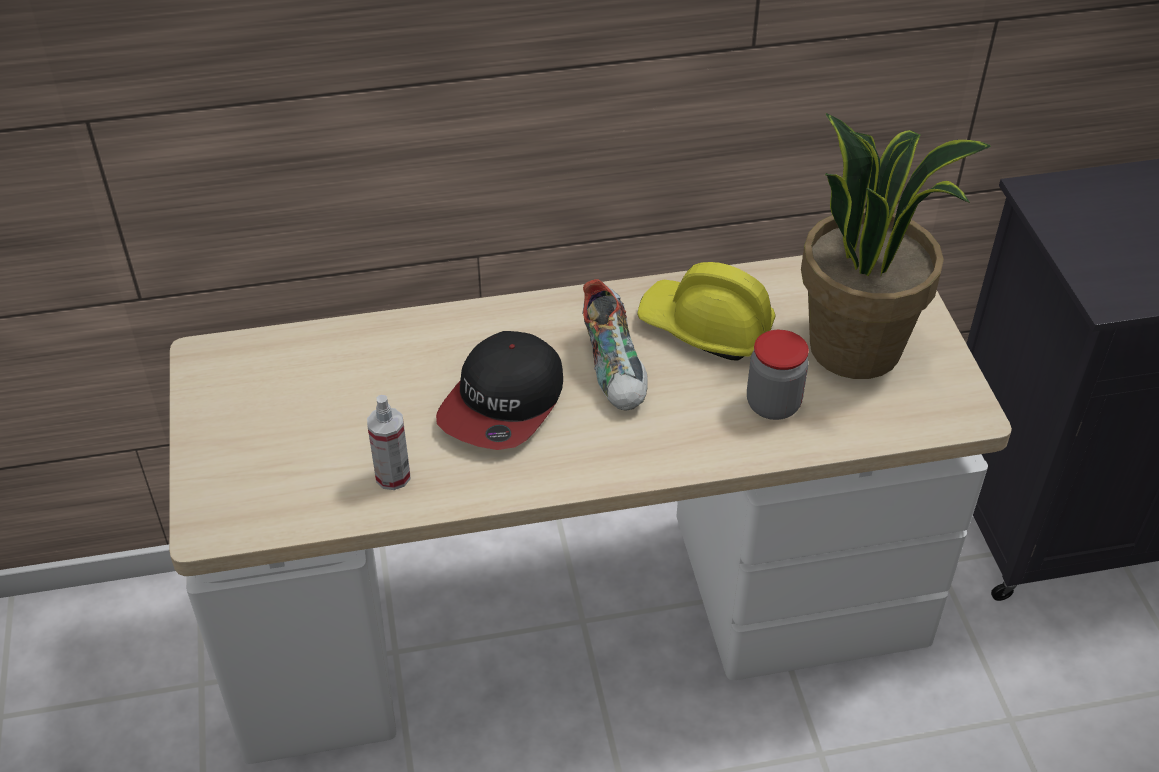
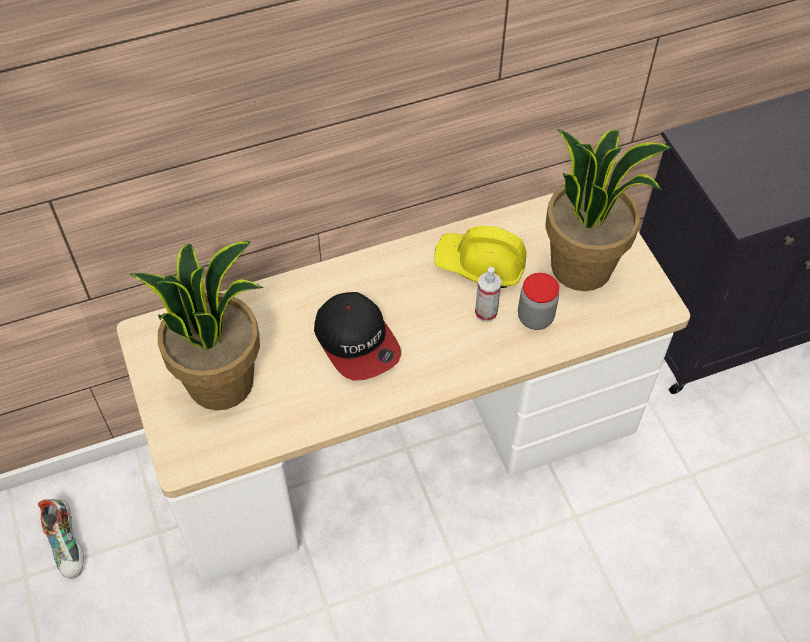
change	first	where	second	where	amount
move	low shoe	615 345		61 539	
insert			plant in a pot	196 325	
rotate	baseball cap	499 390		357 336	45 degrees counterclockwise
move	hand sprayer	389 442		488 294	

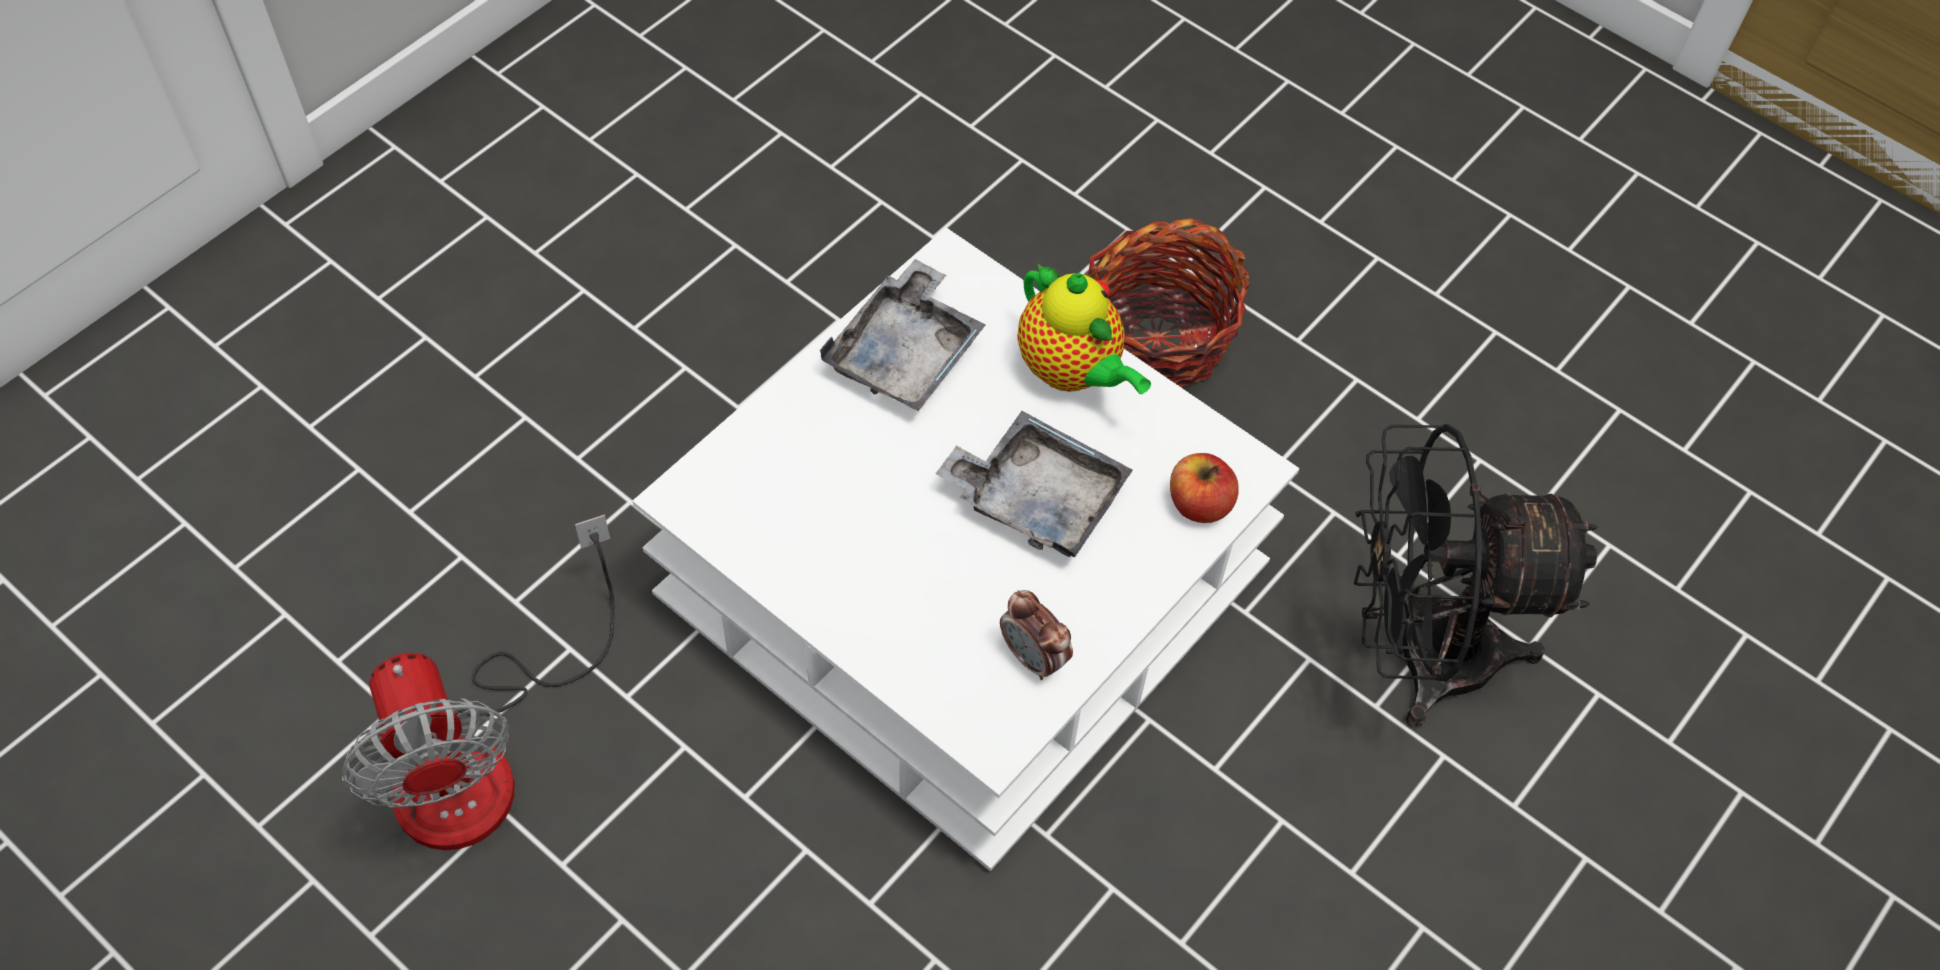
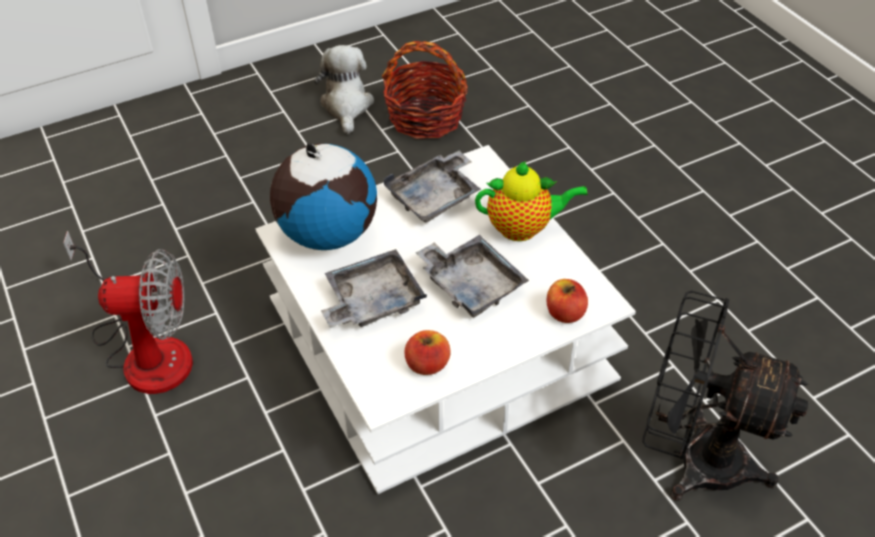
change	first	where	second	where	amount
rotate	electric fan	478 682		128 312	90 degrees counterclockwise
insert			globe	323 196	
insert			plush toy	344 89	
insert			greyish serving tray	374 288	
move	basket	1169 303		425 90	
replace	alarm clock	1036 635	whole apple	427 352	
rotate	tea pot	1084 328		531 201	75 degrees counterclockwise

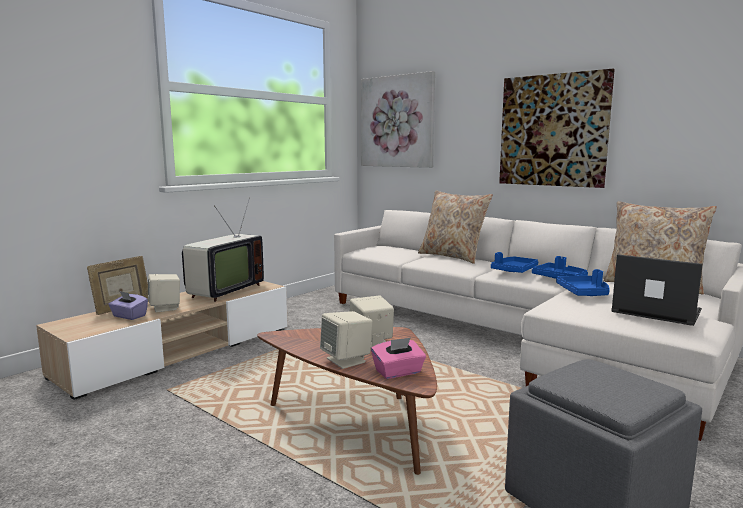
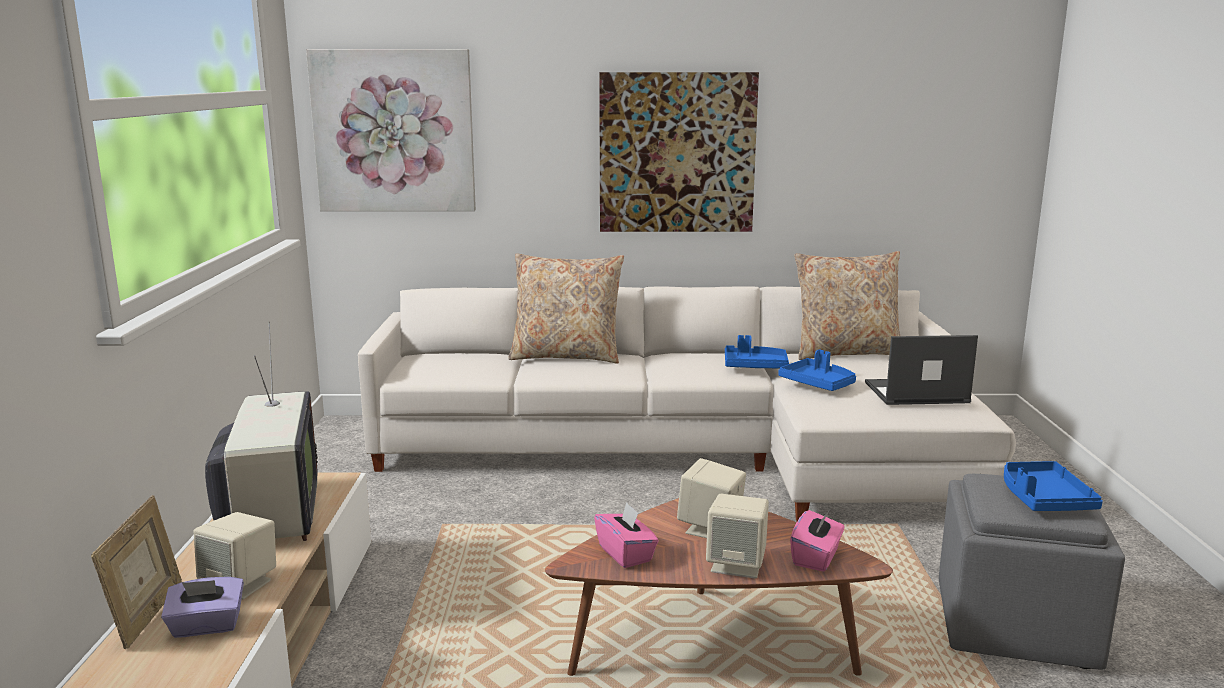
change	first	where	second	where	amount
insert			pink-coloured box of tissues	626 535	
move	bluish serving tray	514 262		1053 486	

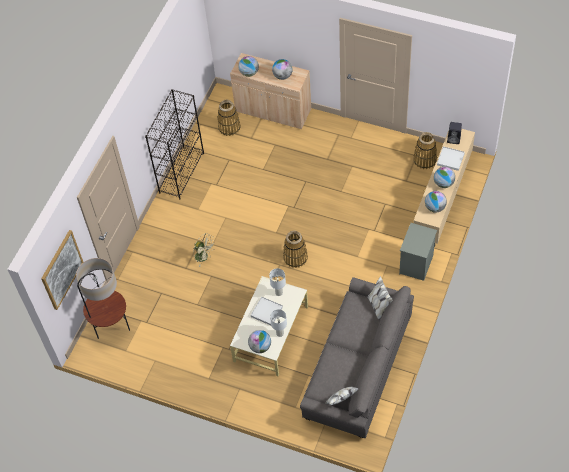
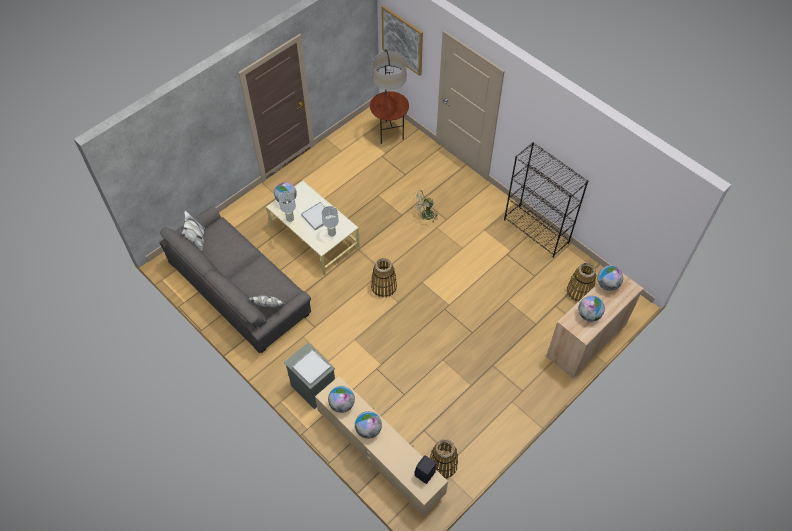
change	first	where	second	where	amount
move	white serving tray	451 158		311 367	

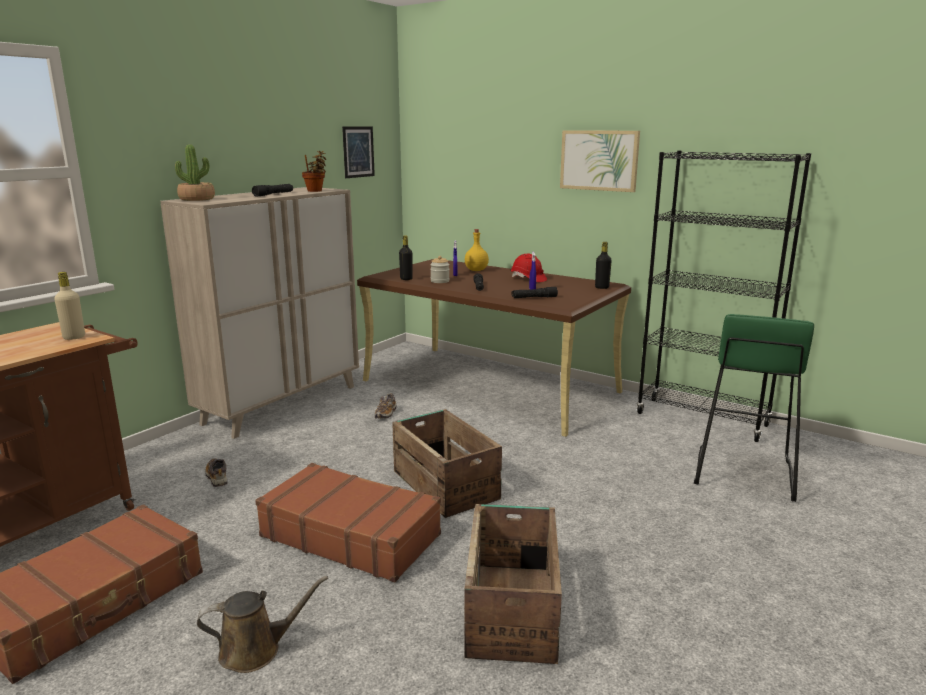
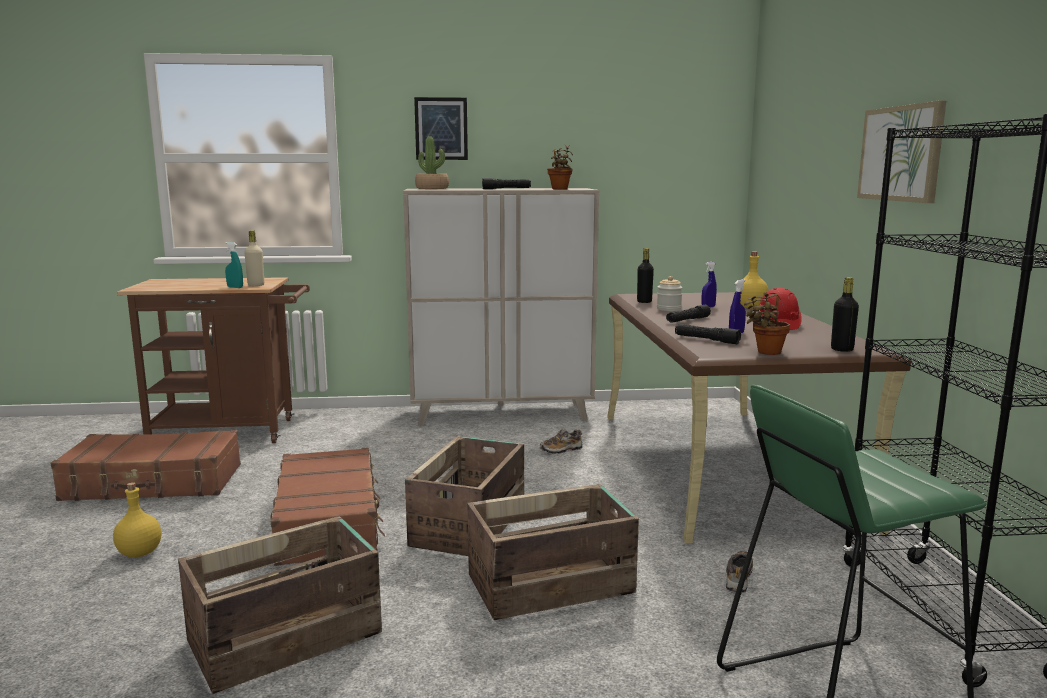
change	first	where	second	where	amount
replace	brown sprinkling can	262 624	yellowish bottle	137 520	
insert			turquoise-coloured hand sprayer	234 265	
move	picture	358 152		441 128	
insert			crate	553 552	
move	low shoe	216 472		739 572	
insert			plant in a pot	767 323	

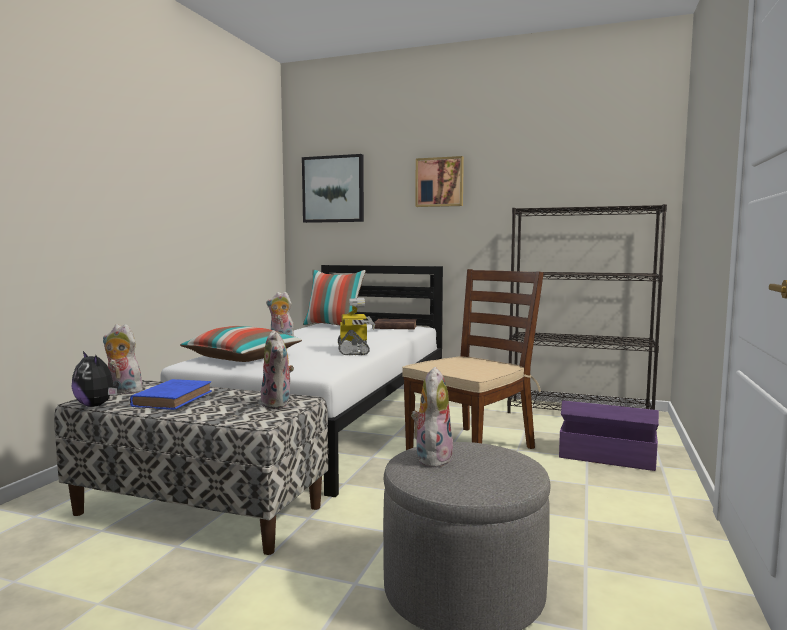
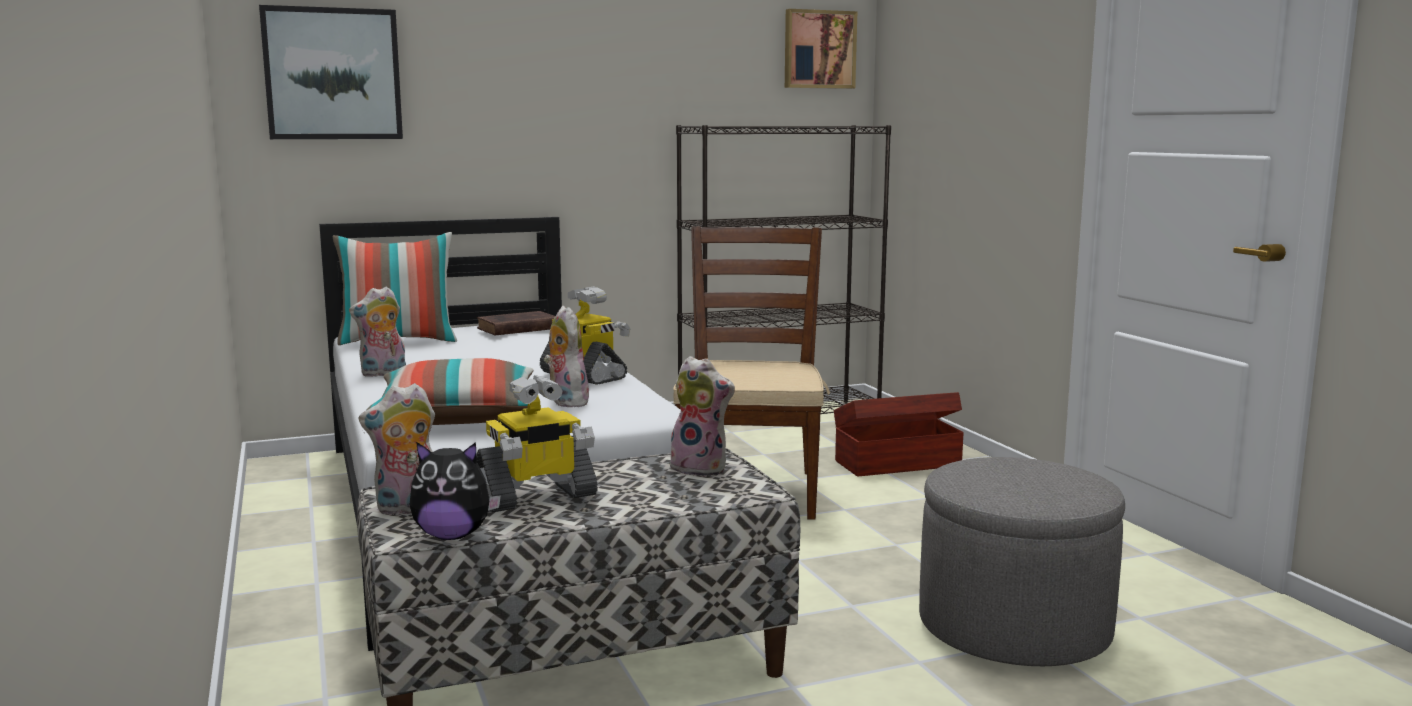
change	first	where	second	where	amount
replace	bluish volume	171 394	robot figure	537 444	
move	plush toy	432 417		566 356	
move	picture	439 181		821 49	
recolor	purplish storage box	609 436	brown storage box	899 434	

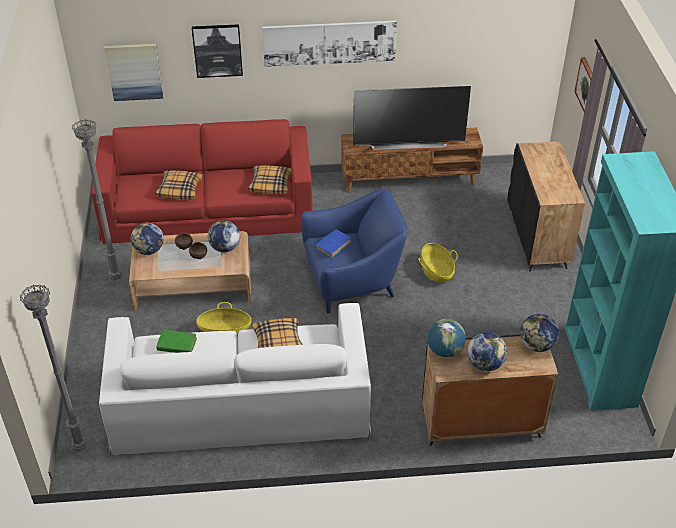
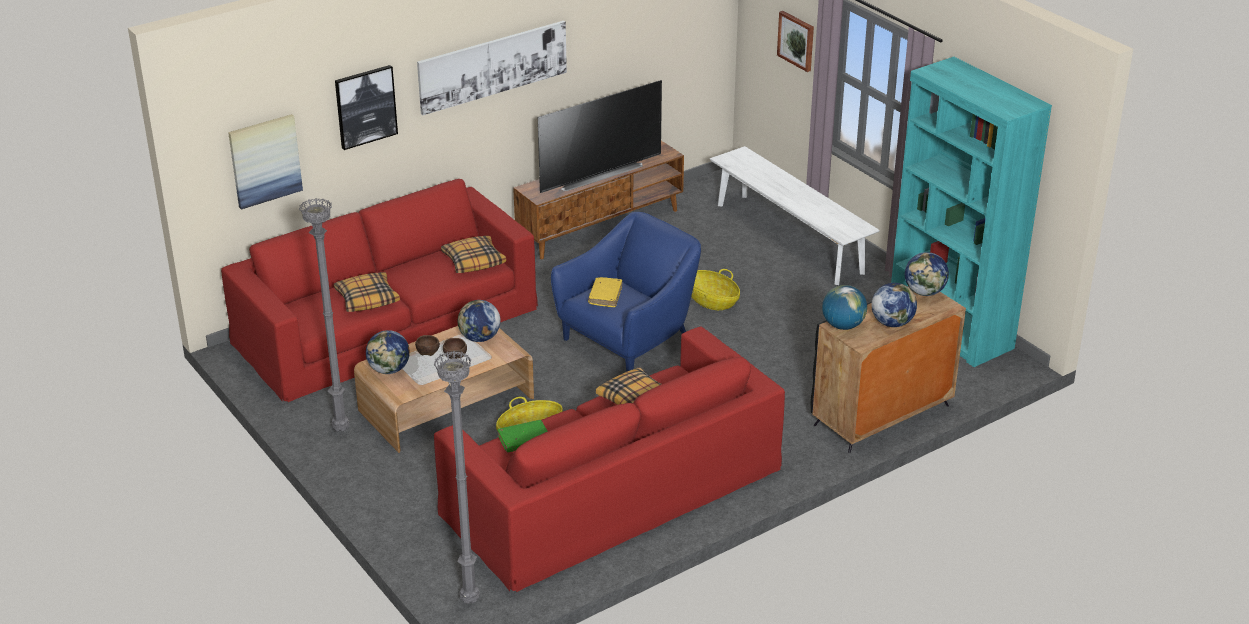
change	first	where	second	where	amount
recolor	white settee	235 379	reddish settee	609 459	
recolor	bluish volume	333 243	yellowish volume	605 292	
replace	blackish storage cabinet	546 206	white indoor bench	795 215	

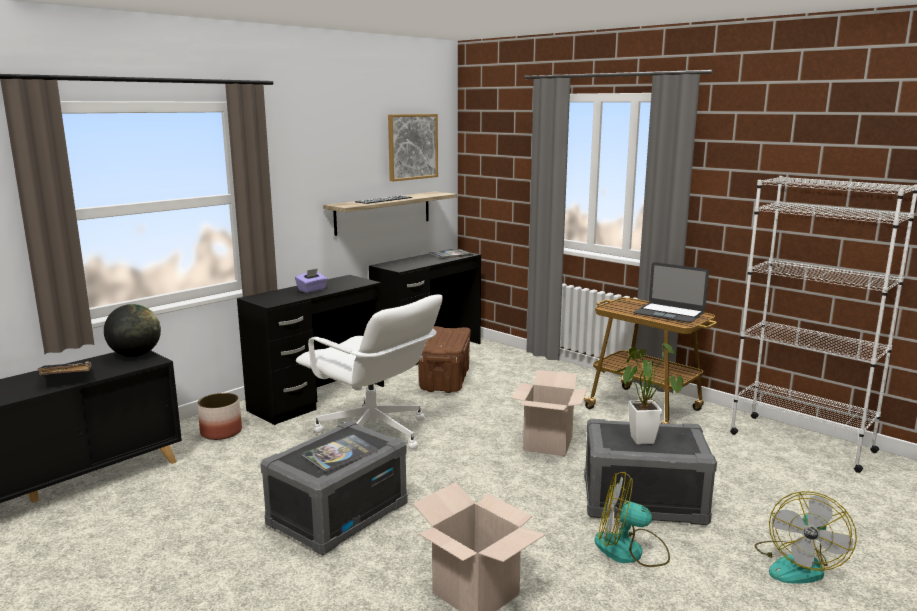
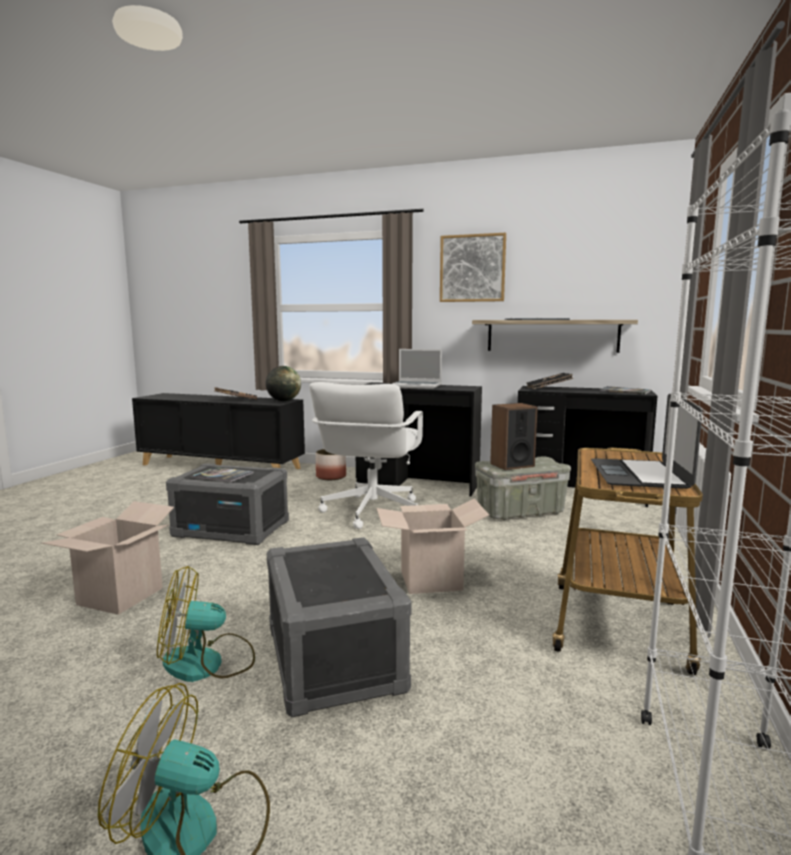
change	first	where	second	where	amount
rotate	electric fan	632 519		206 624	90 degrees counterclockwise
replace	purplish box of tissues	311 281	portable computer	417 369	
move	picture	413 148		473 267	
recolor	brown storage box	444 359	greyish storage box	523 488	
insert			speaker	514 436	
insert			blackish volume	550 381	
delete	plant in a pot	650 393			

